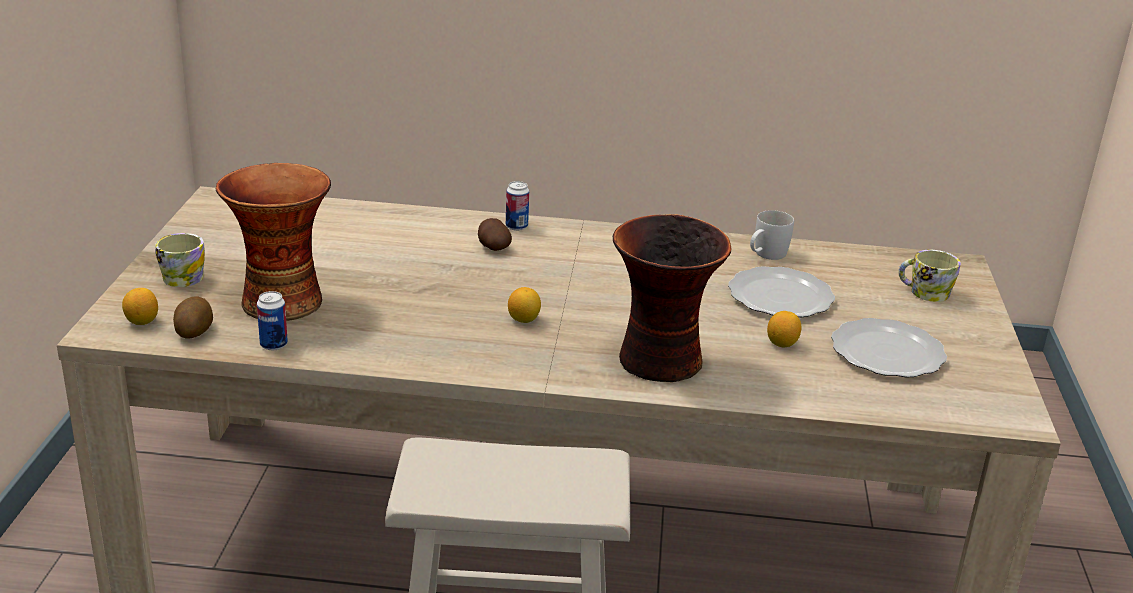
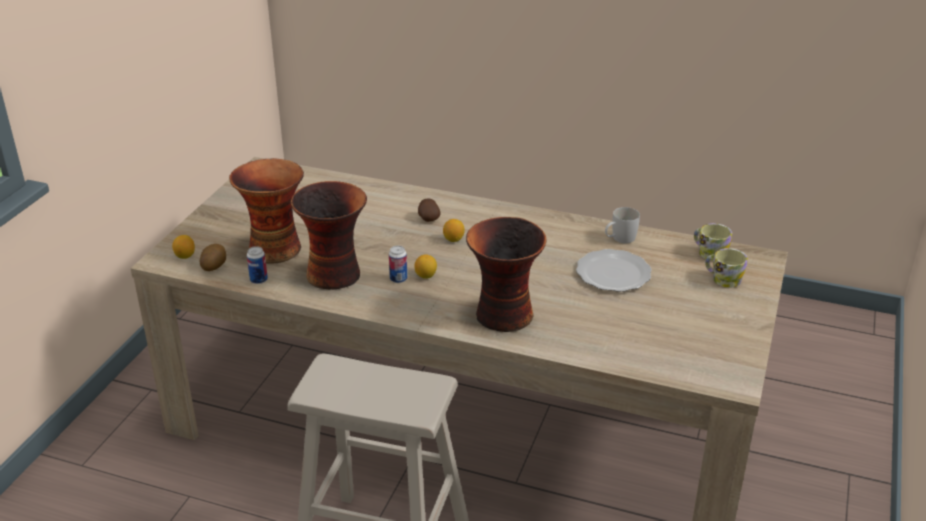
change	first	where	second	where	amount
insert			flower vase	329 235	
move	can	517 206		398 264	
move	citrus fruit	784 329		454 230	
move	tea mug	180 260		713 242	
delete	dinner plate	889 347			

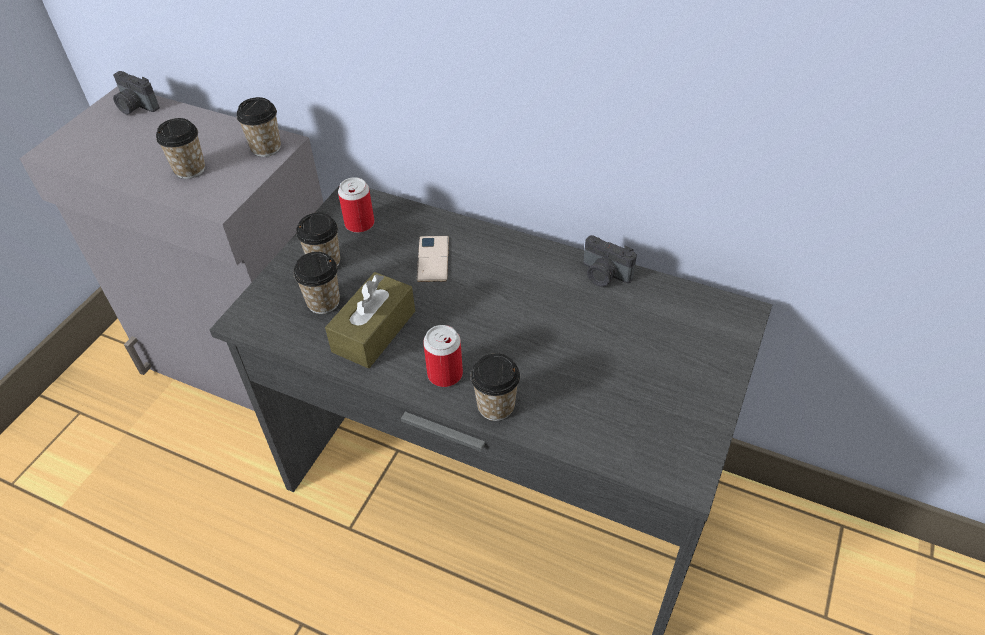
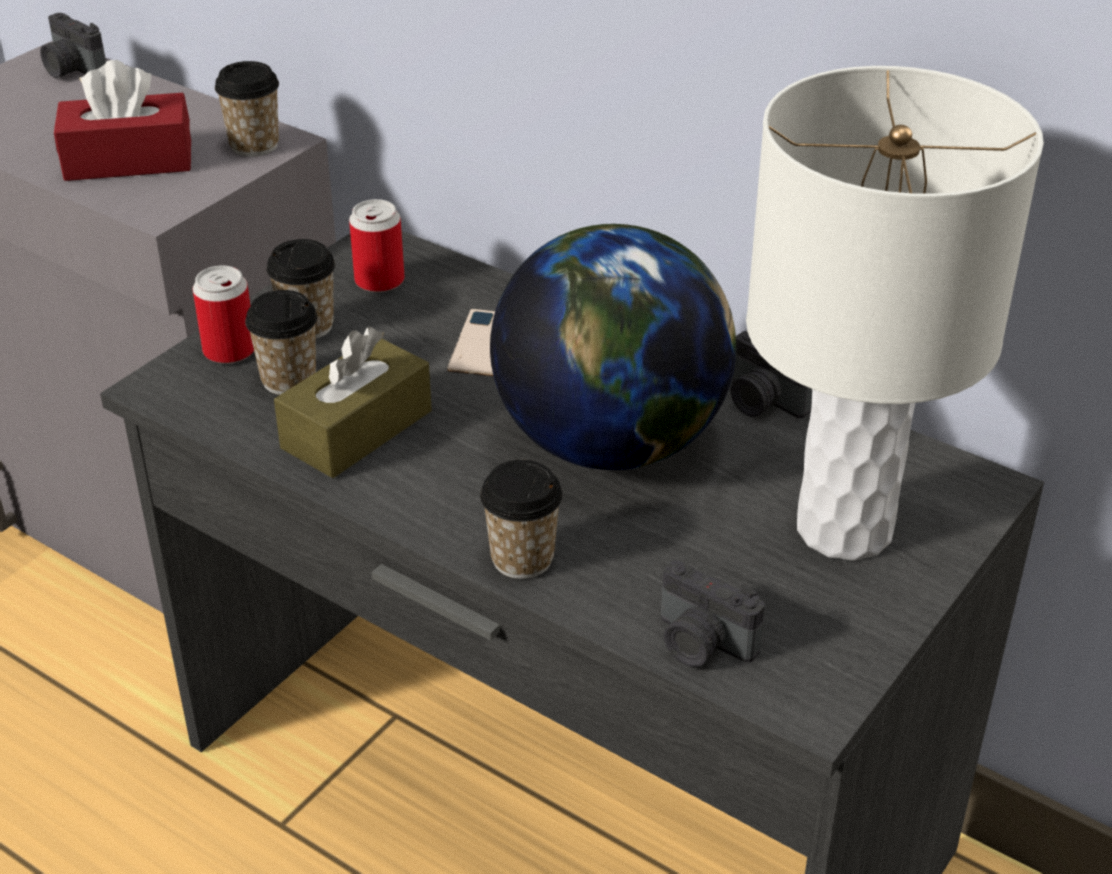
change	first	where	second	where	amount
replace	small cup	180 148	reddish box of tissues	122 120	
move	can	443 356		223 314	
insert			globe	613 347	
insert			still camera	713 614	
insert			white table lamp	895 313	

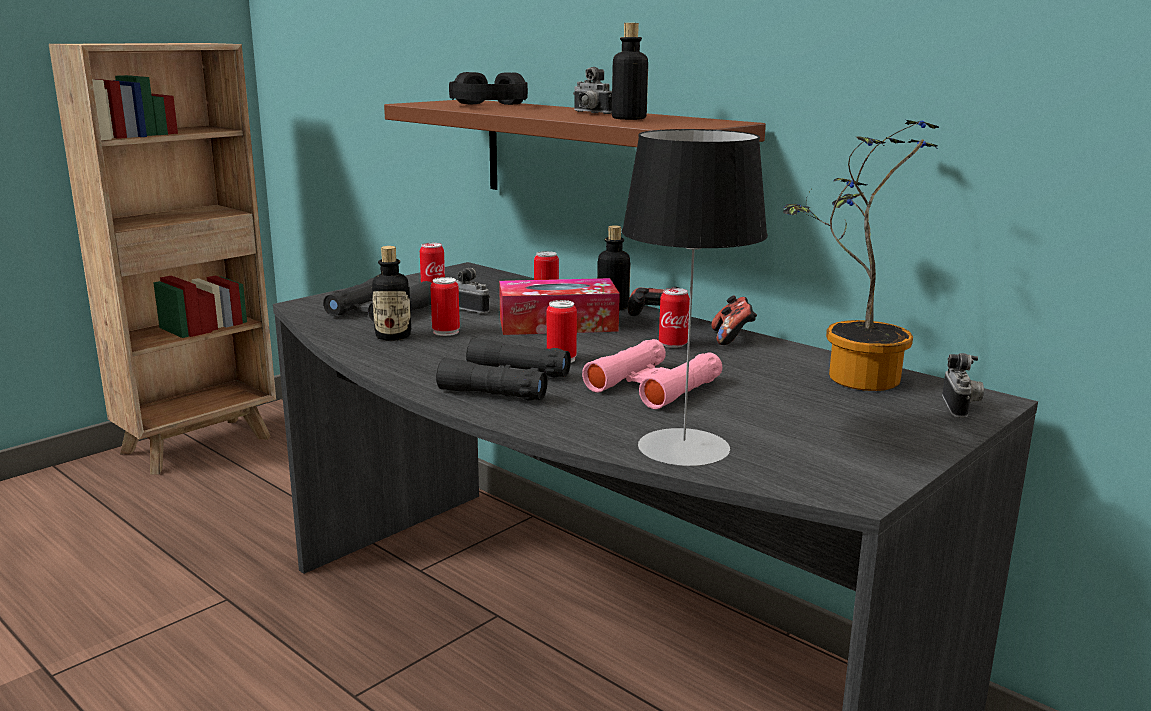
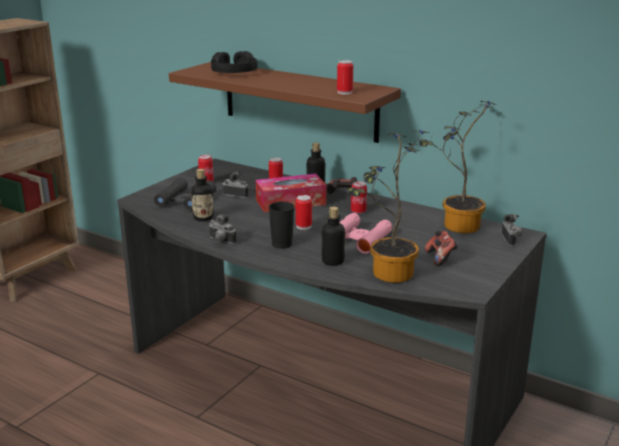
change	first	where	second	where	amount
move	still camera	592 90		223 229	
replace	blackish pair of binoculars	503 369	blackish small cup	281 225	
move	bottle	630 71		333 236	
move	can	445 306		345 77	
replace	table lamp	695 297	plant in a pot	387 206	
move	gamepad	734 320		441 248	

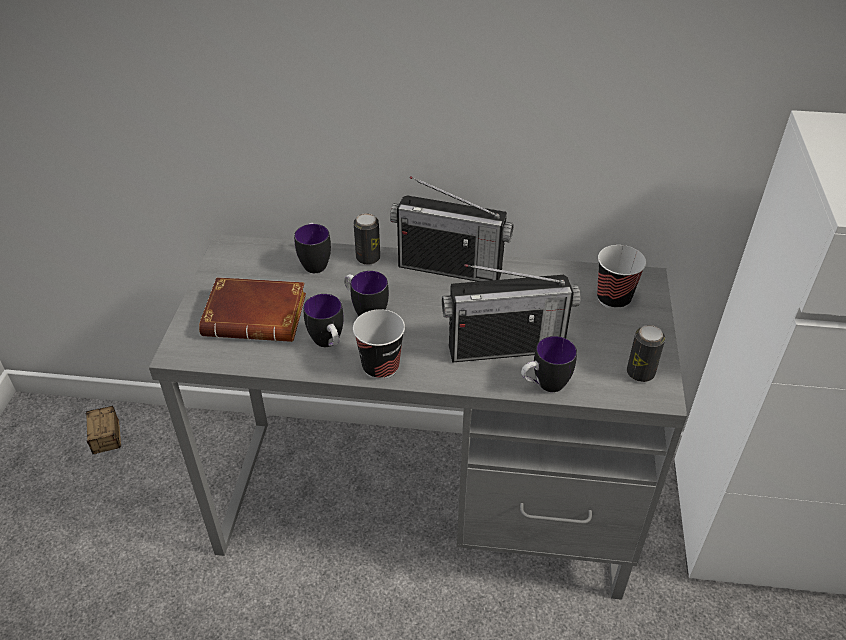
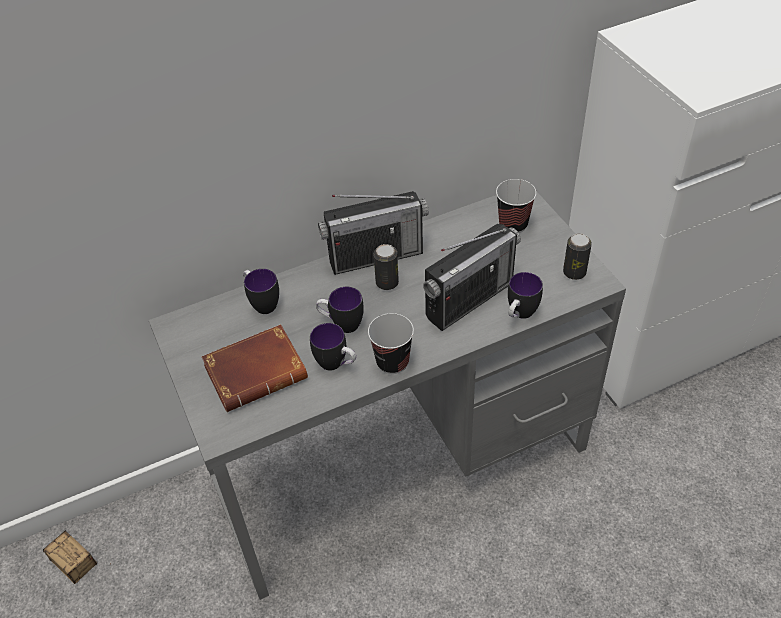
change	first	where	second	where	amount
move	can	367 239		386 267	

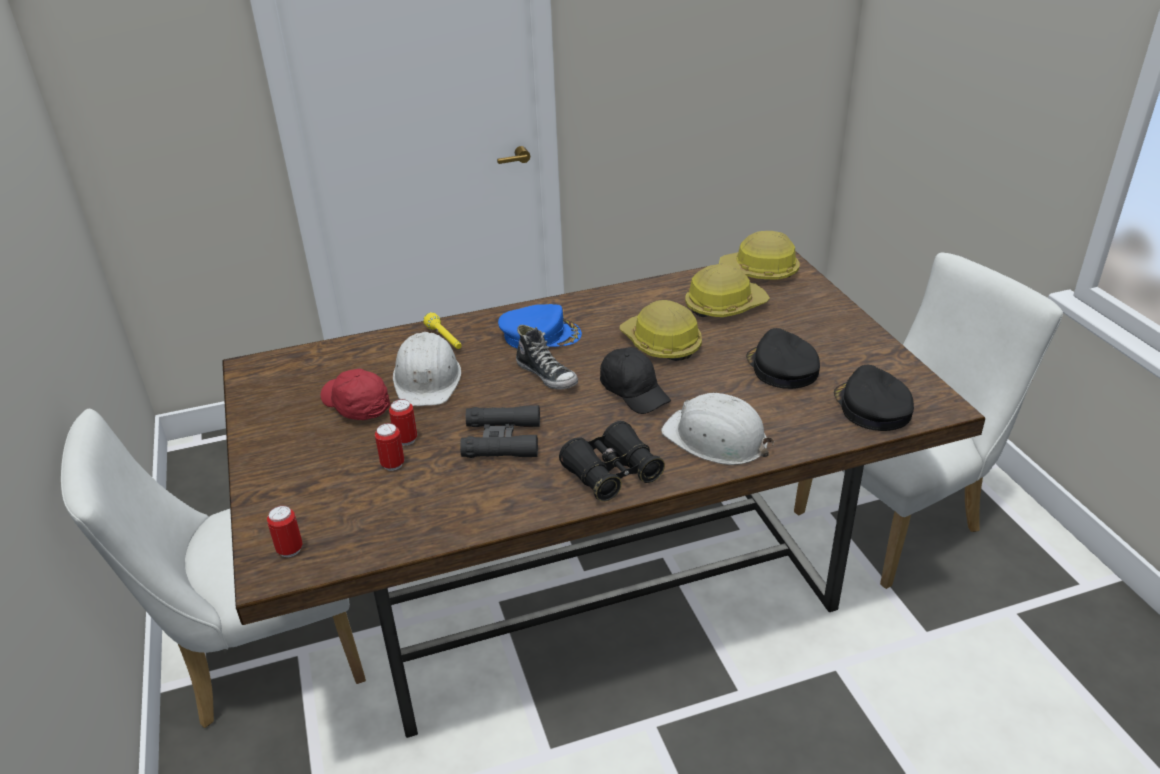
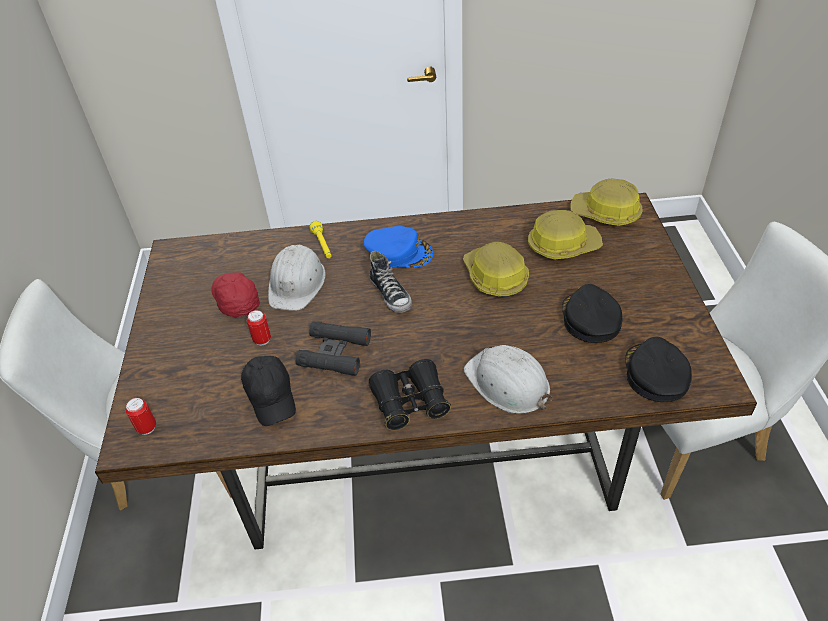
change	first	where	second	where	amount
move	blackish baseball cap	635 380		268 391	
delete	can	389 447			

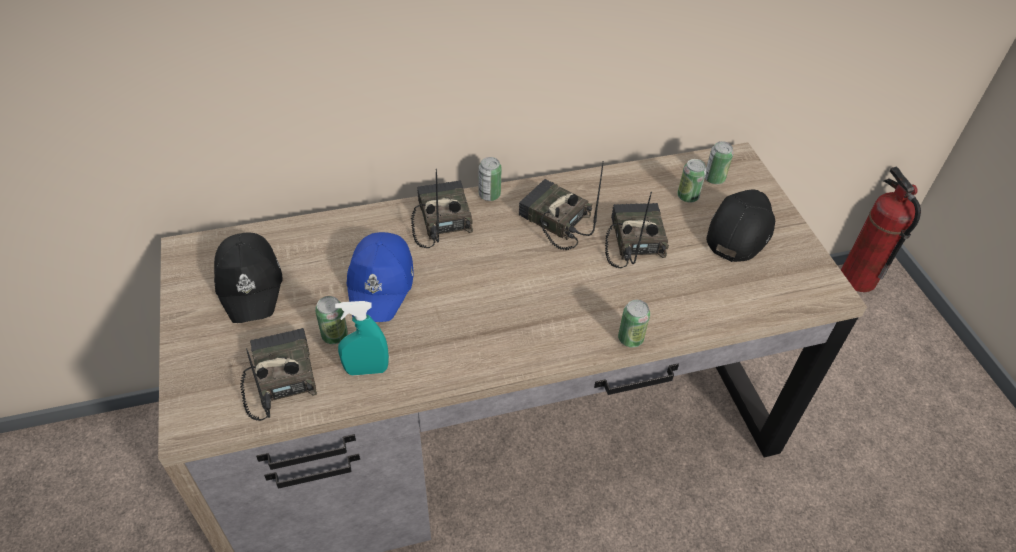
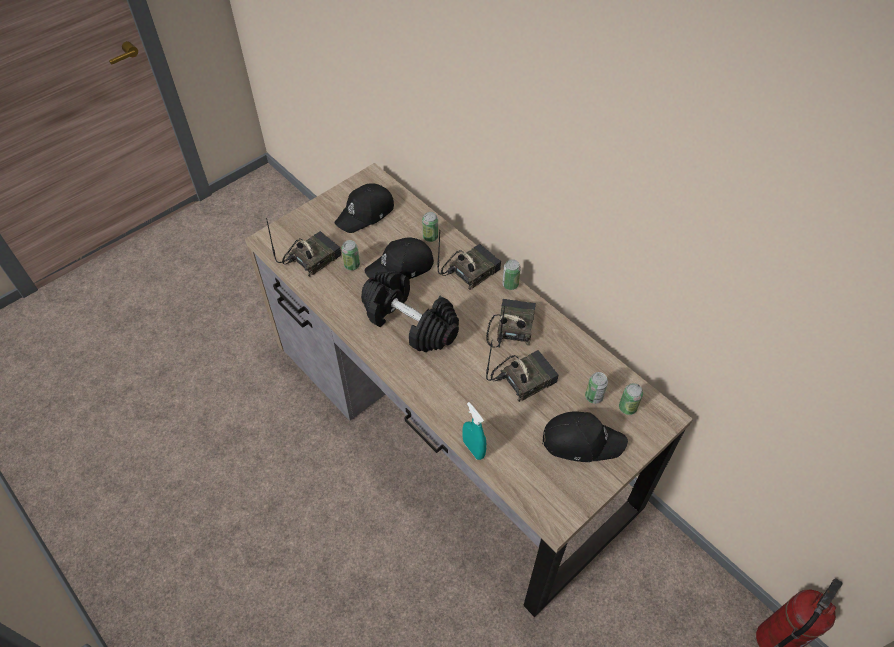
change	first	where	second	where	amount
insert			blackish free weight	410 311	
recolor	bluish baseball cap	380 277	blackish baseball cap	399 258	
move	can	634 323		430 227	
move	turquoise-coloured hand sprayer	362 338		475 431	

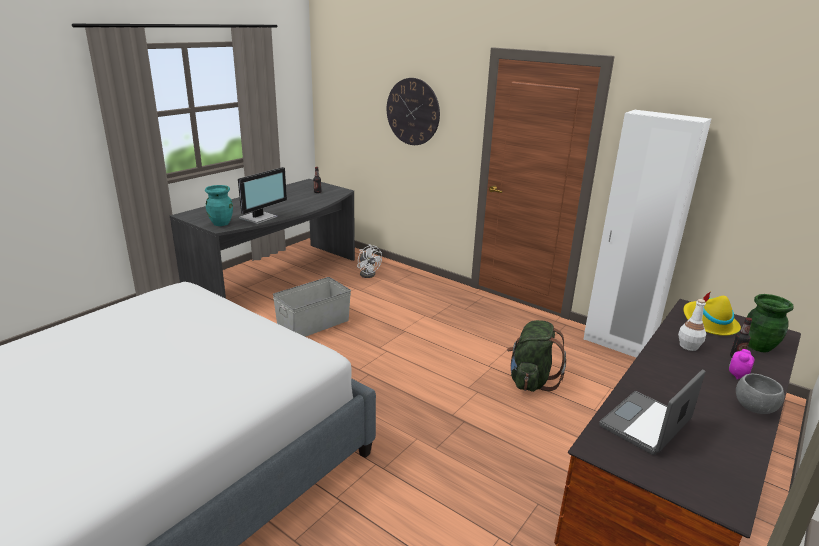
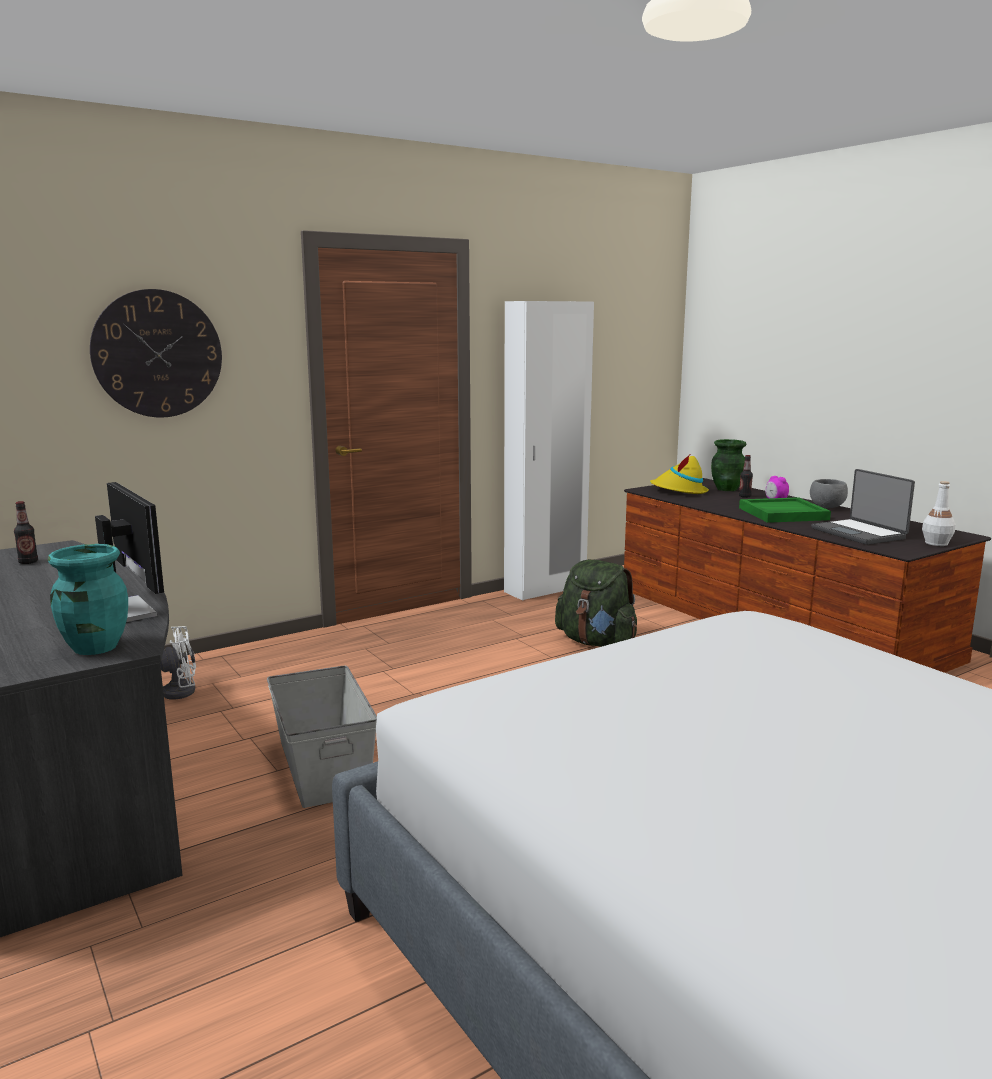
change	first	where	second	where	amount
insert			green-coloured serving tray	785 510	
move	white bottle	692 325		939 513	

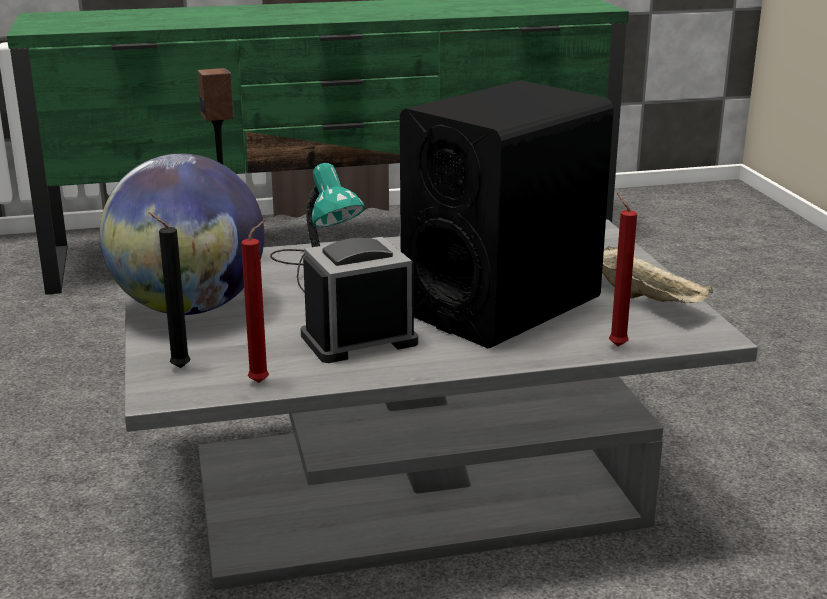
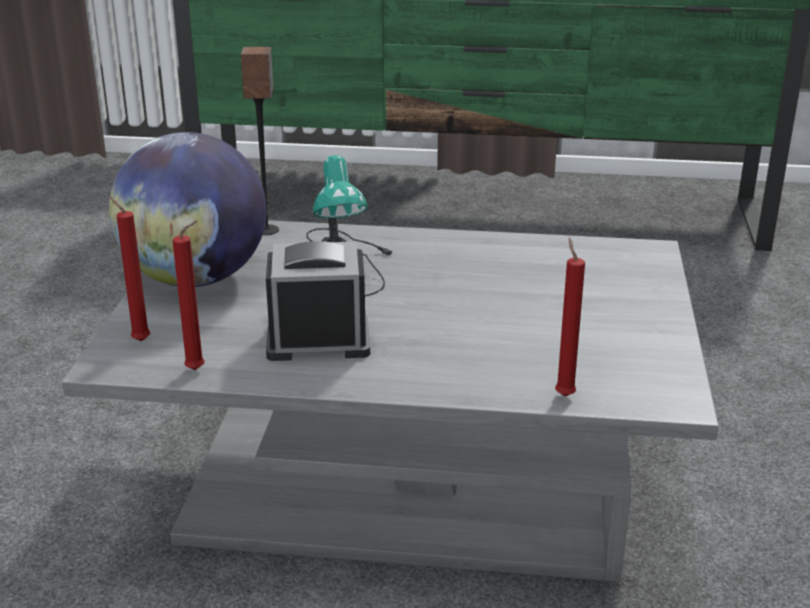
change	first	where	second	where	amount
recolor	blackish wax candle	169 290	reddish wax candle	129 268	
delete	blackish speaker	507 214			
delete	sand-coloured serving tray	657 274			

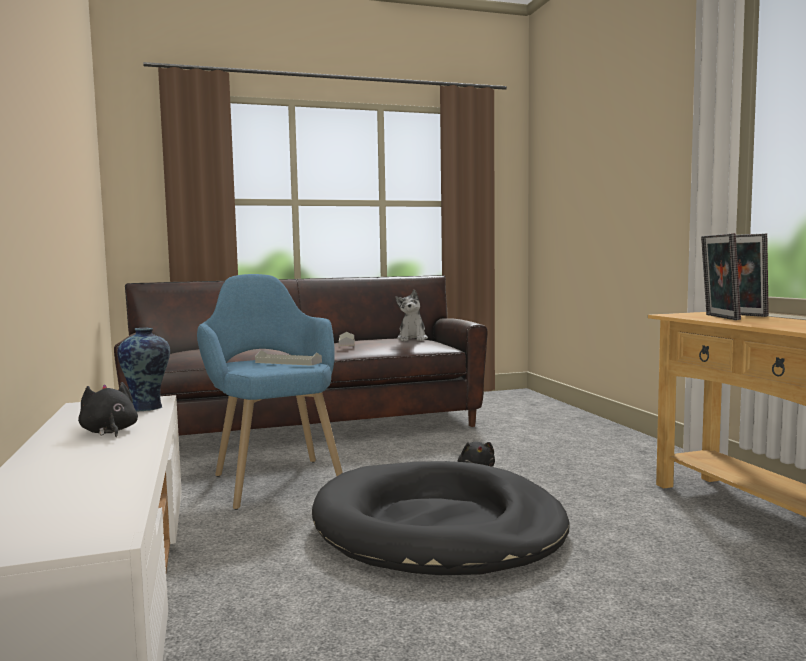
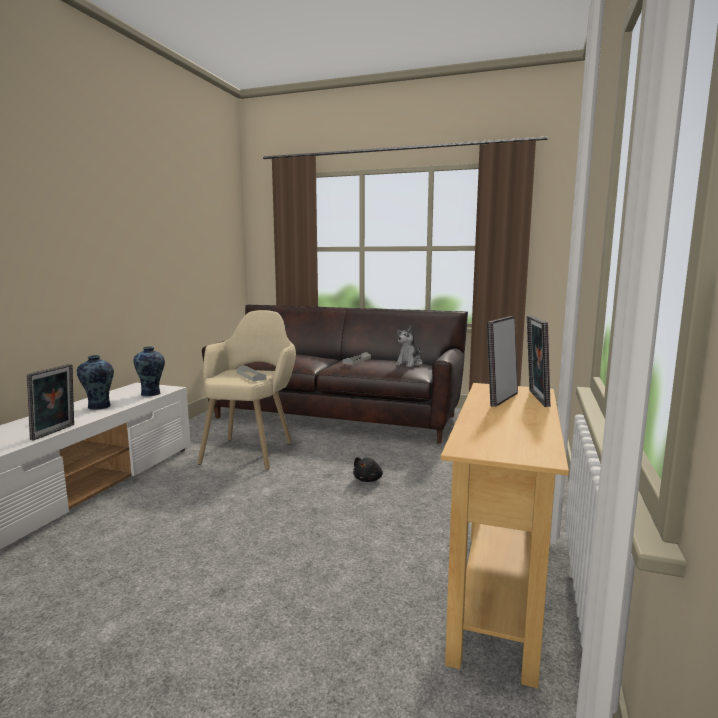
change	first	where	second	where	amount
insert			picture frame	50 402	
replace	blackish plush toy	108 409	flower vase	95 382	
recolor	bluish easy chair	270 392	sand-coloured easy chair	247 390	
delete	blackish pet bed	441 518			

